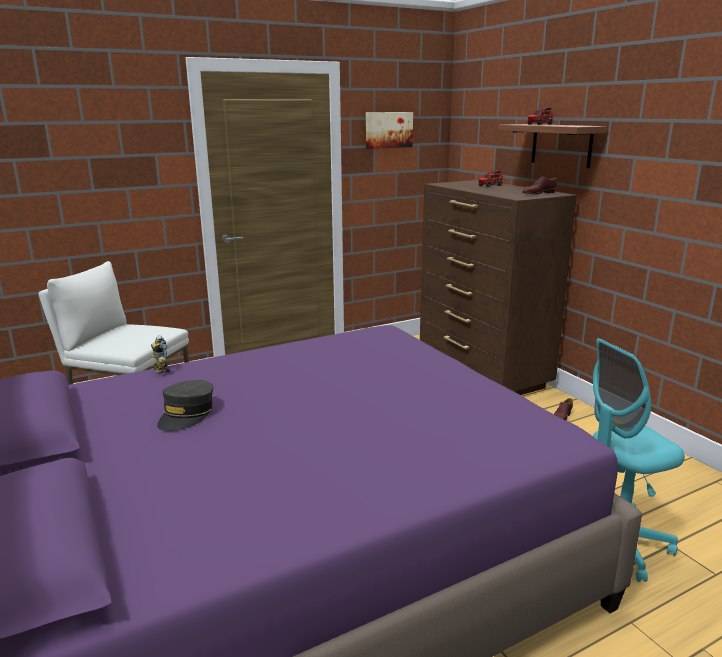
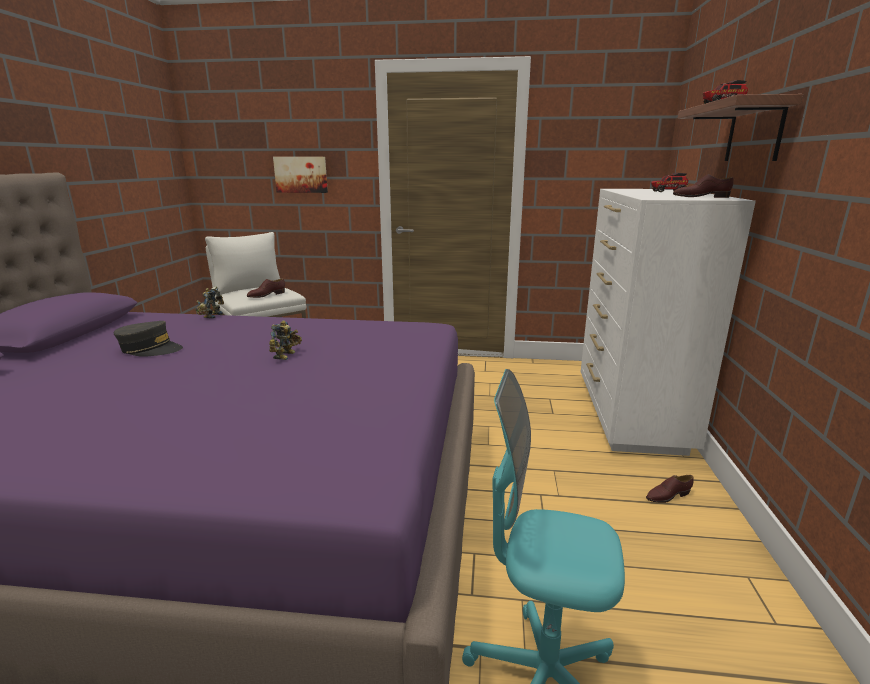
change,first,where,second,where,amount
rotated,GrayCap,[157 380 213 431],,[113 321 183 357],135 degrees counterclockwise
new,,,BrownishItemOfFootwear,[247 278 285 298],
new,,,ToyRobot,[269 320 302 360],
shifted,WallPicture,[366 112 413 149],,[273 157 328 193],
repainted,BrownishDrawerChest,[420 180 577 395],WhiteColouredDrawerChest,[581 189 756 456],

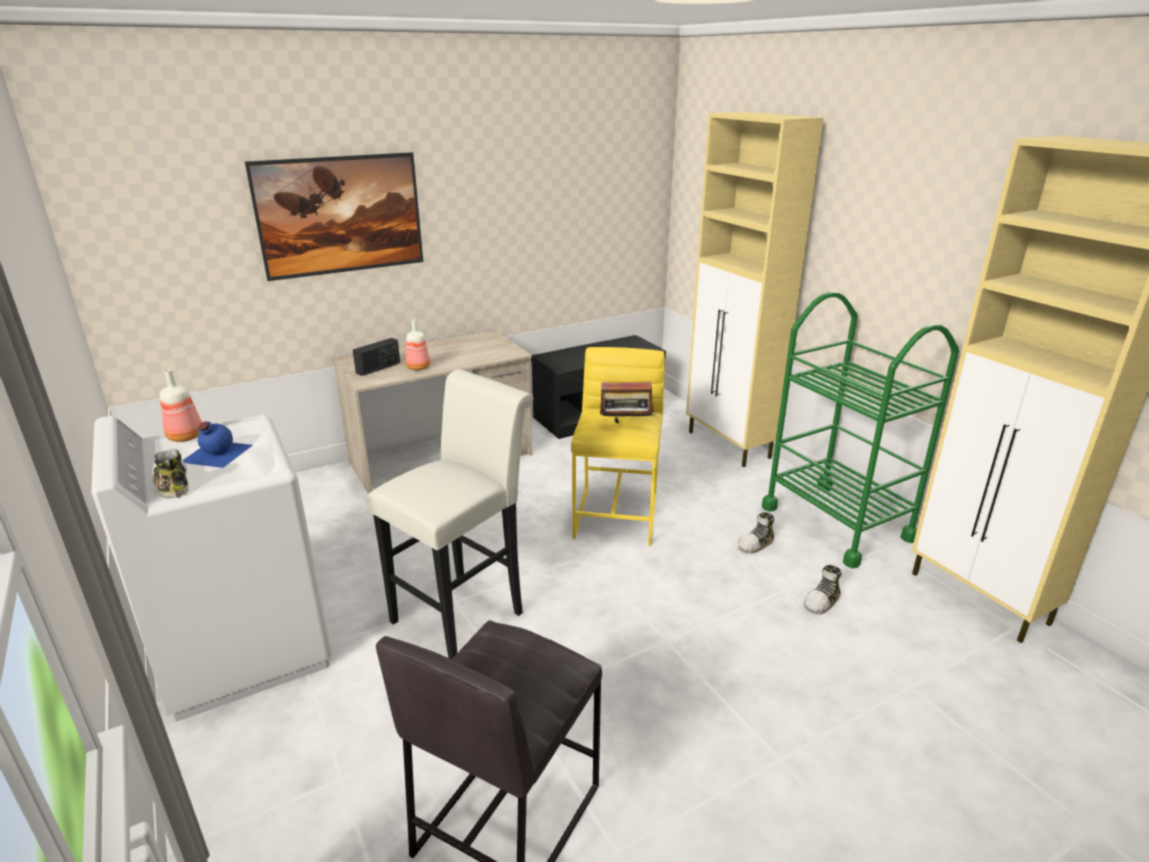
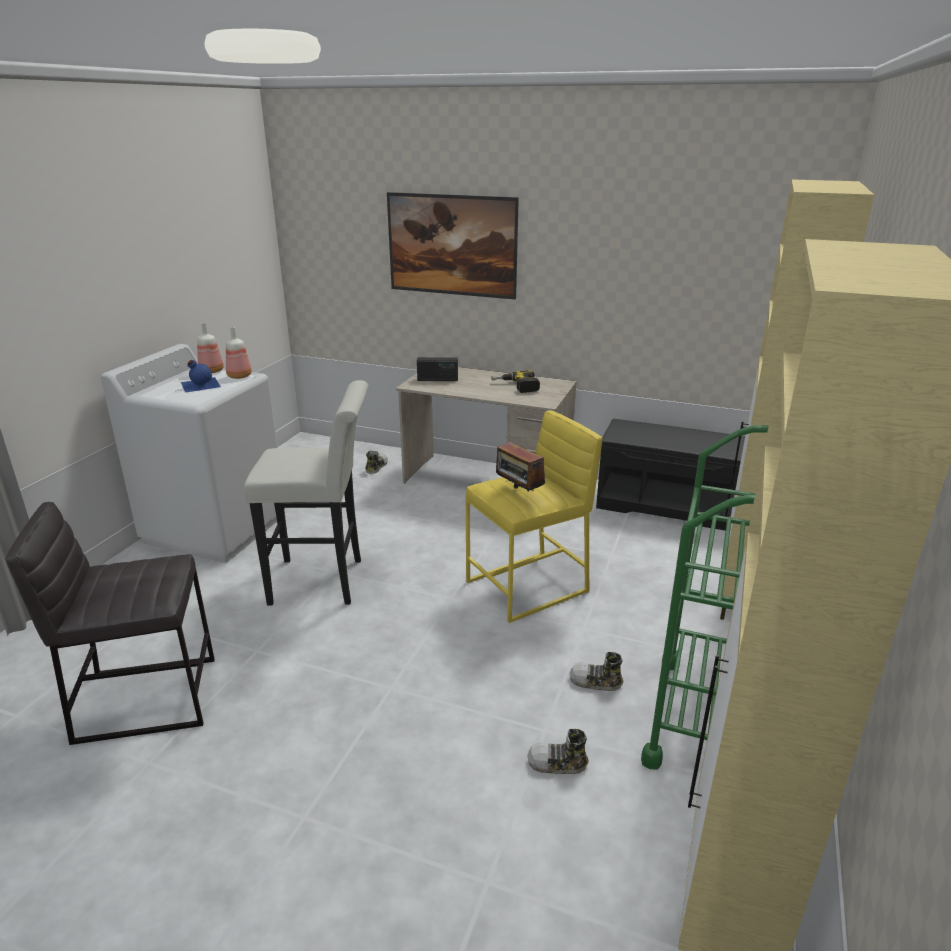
change,first,where,second,where,amount
shifted,BeverageBottle,[406 319 430 370],,[226 327 252 379],
shifted,ItemOfFootwear,[152 449 188 499],,[365 450 388 474],
new,,,ElectricDrill,[492 370 540 393],

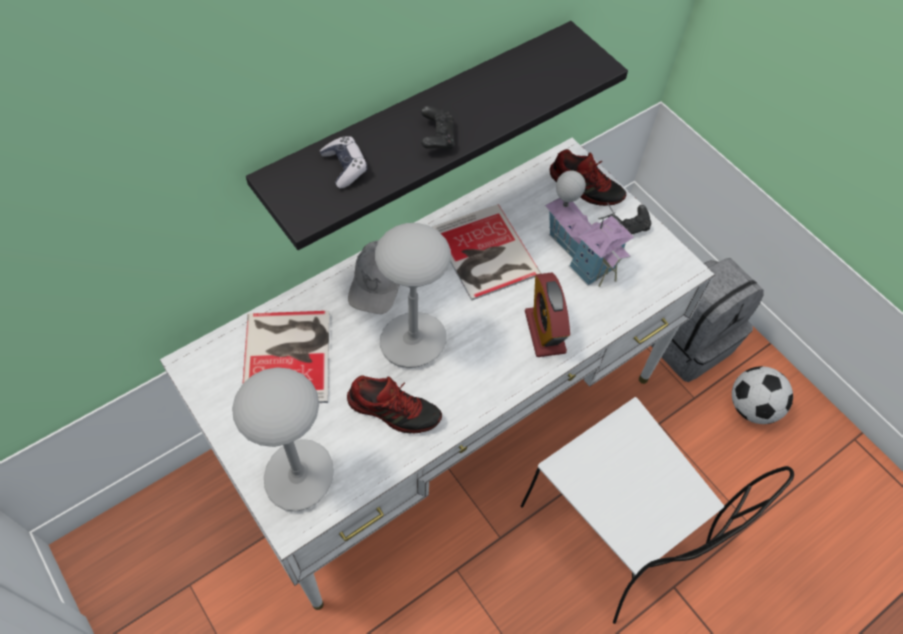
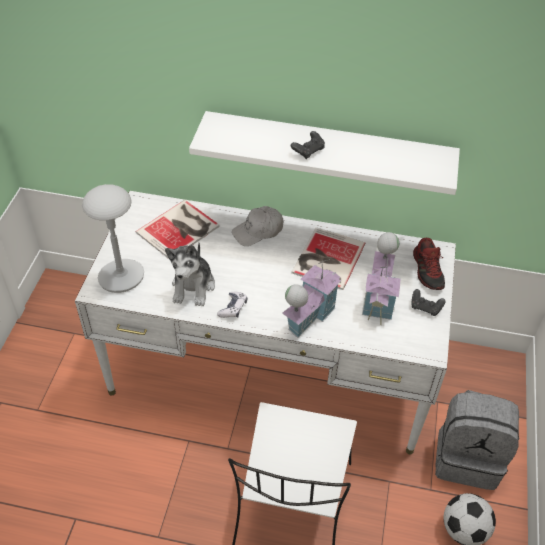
change,first,where,second,where,amount
swapped,ItemOfFootwear,[347 376 442 434],PlushToy,[165 243 215 306],
repainted,BlackColouredBracketShelf,[246 21 628 250],WhiteColouredBracketShelf,[189 111 460 195],
shifted,Joypad,[320 136 368 189],,[217 292 247 318],
swapped,AlarmClock,[525 273 570 357],MiniatureHouse,[282 259 341 338],
gone,GrayLampForATable,[375 223 451 368],,,

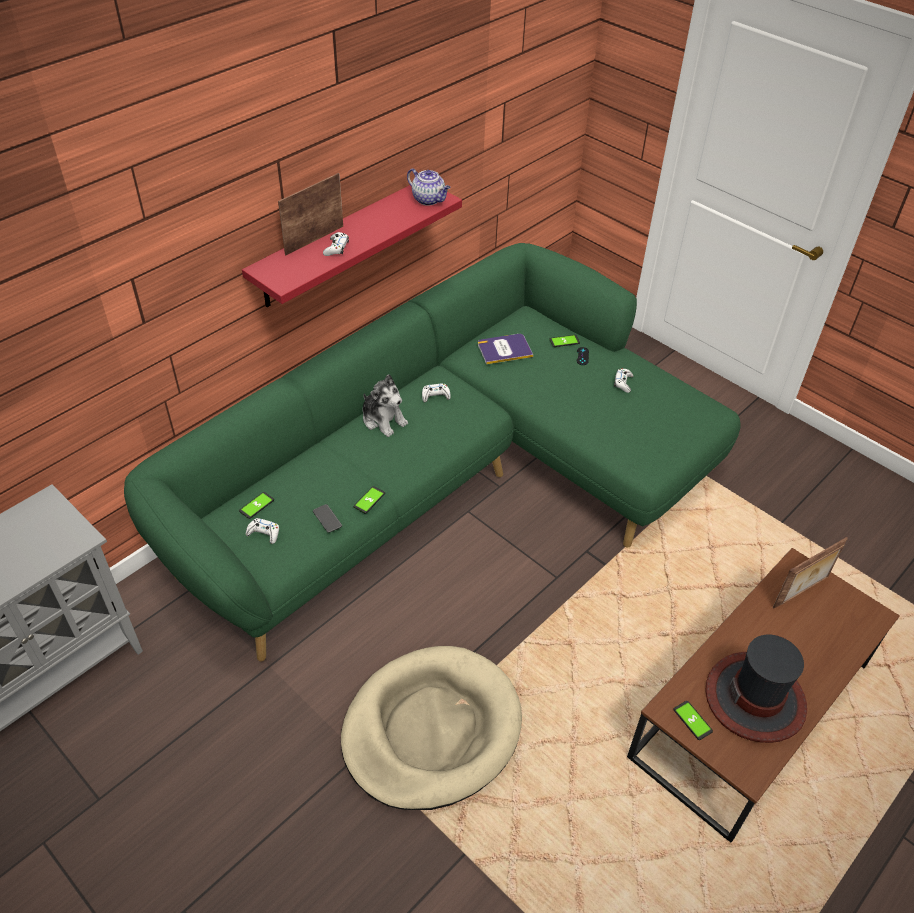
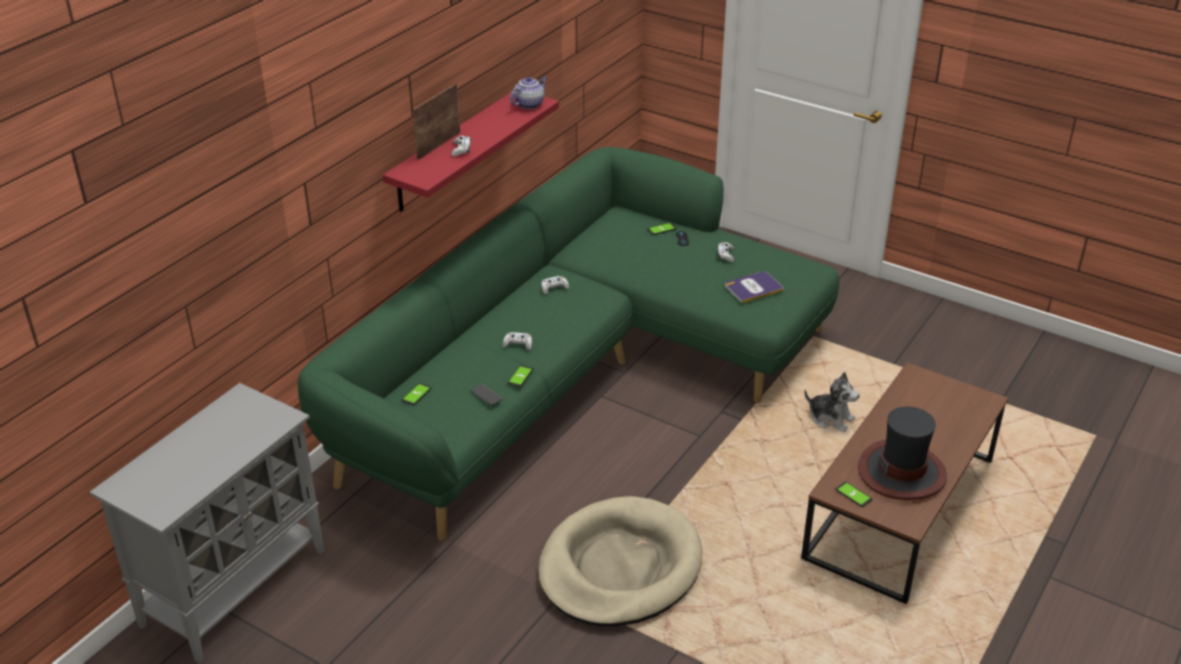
change,first,where,second,where,amount
shifted,WhiteColouredJoypad,[246 518 279 544],,[503 332 532 350],
rotated,PotForTea,[407 168 451 206],,[510 76 547 109],75 degrees counterclockwise
shifted,Book,[478 334 533 364],,[725 271 784 303],
shifted,PlushToy,[362 374 408 437],,[804 372 860 432],
gone,PictureFrame,[773 537 848 608],,,

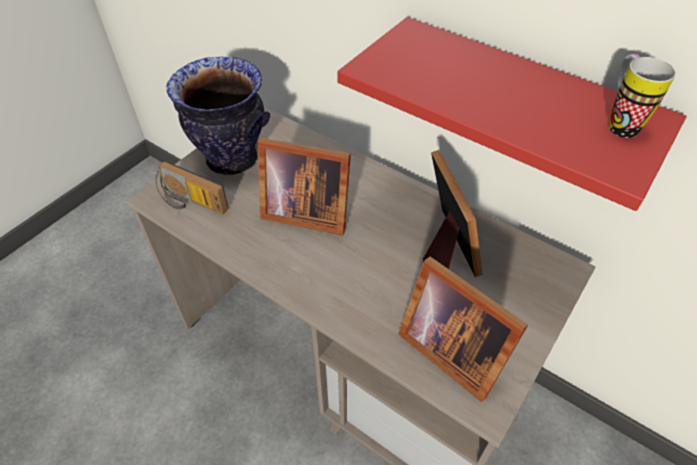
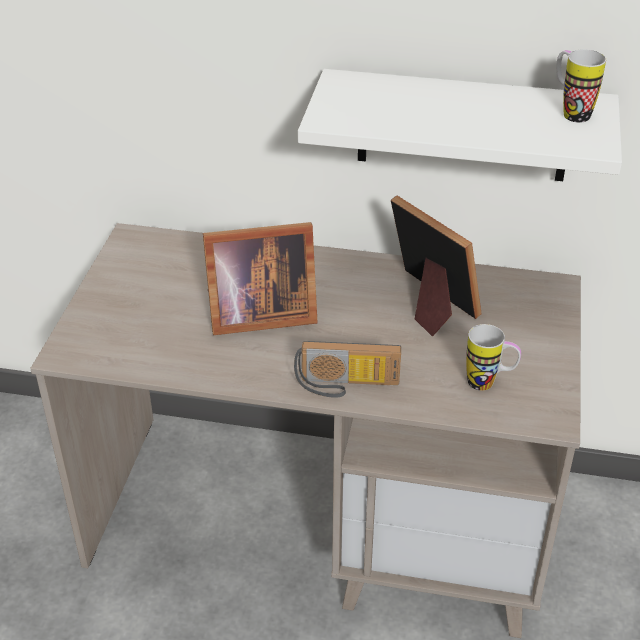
change,first,where,second,where,amount
shifted,RadioReceiver,[156 161 228 214],,[294 341 401 398],
repainted,RedBracketShelf,[337 17 687 211],WhiteColouredBracketShelf,[298 69 622 181],
swapped,PictureFrame,[398 257 528 402],TeaMug,[466 324 521 391],
gone,Vase,[166 57 270 175],,,

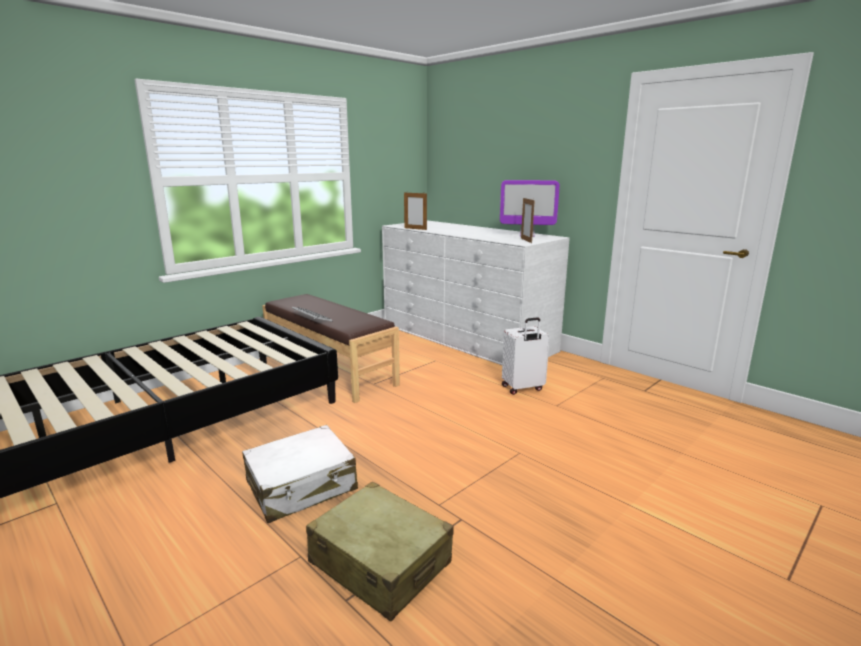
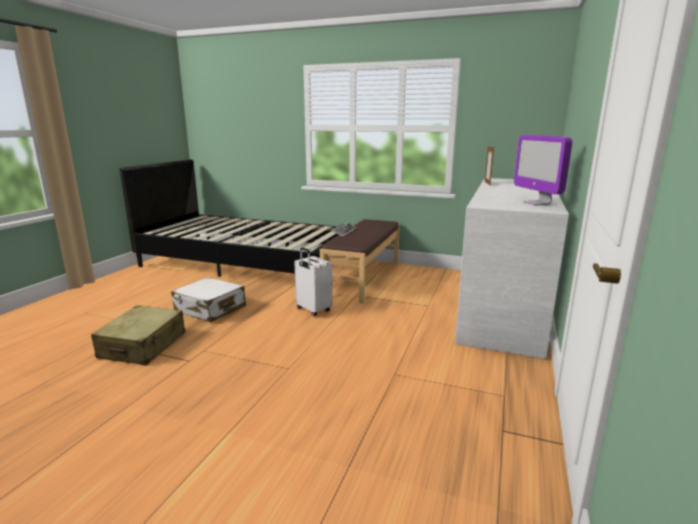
change,first,where,second,where,amount
shifted,WhiteColouredPieceOfLuggage,[502 317 550 395],,[294 247 333 316],
gone,PictureFrame,[521 198 535 243],,,

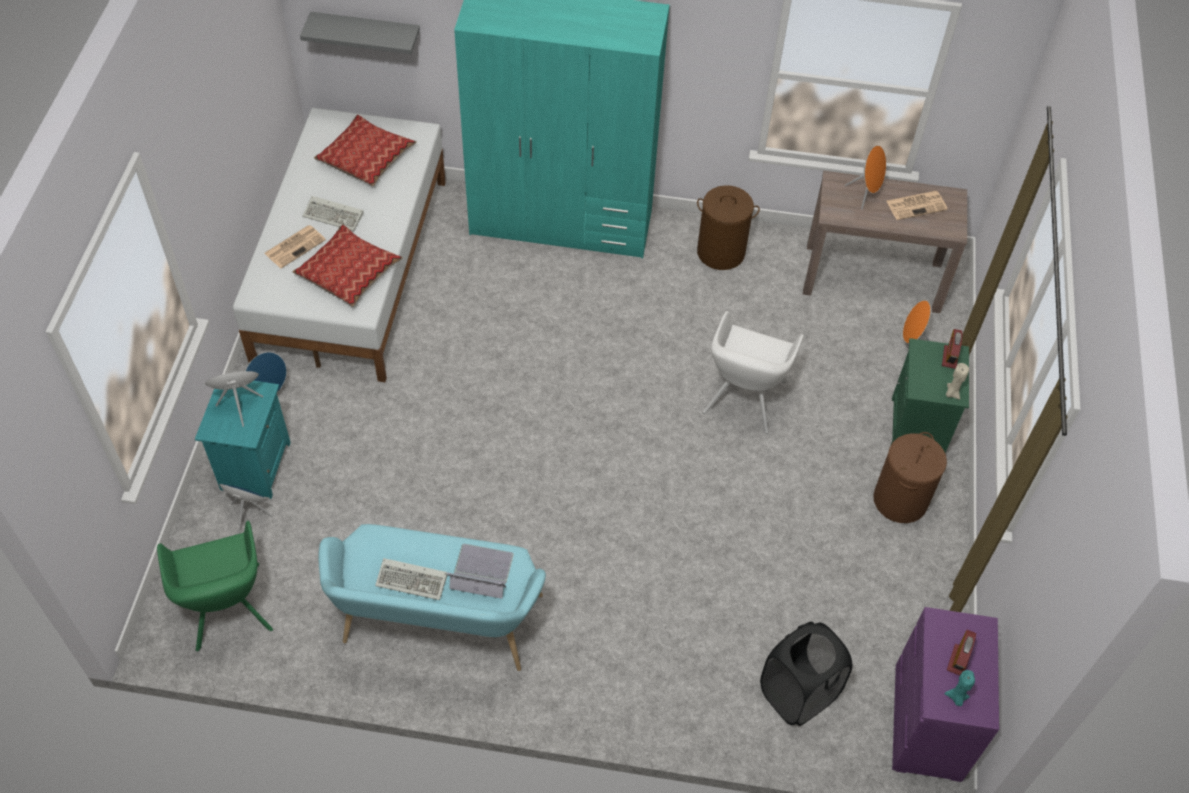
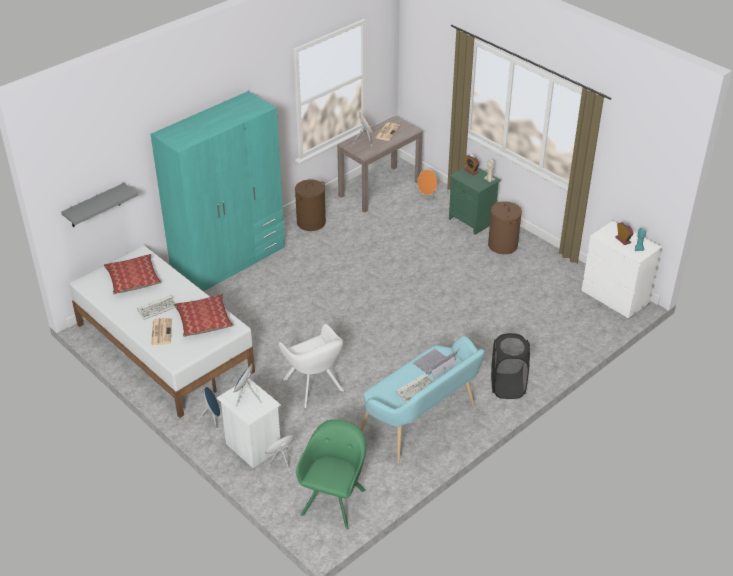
change,first,where,second,where,amount
repainted,BlueGreenNightTable,[195 381 291 499],WhiteColouredNightTable,[217 379 281 468],
shifted,WhiteColouredArmchair,[703 311 804 434],,[278 324 344 408],
rotated,GreenishArmchair,[157 521 273 652],,[296 419 366 529],90 degrees counterclockwise
shifted,BlackColouredWashingBasket,[760 622 852 726],,[491 333 530 399],
repainted,PurpleColouredDrawerChest,[892 607 999 782],WhiteColouredDrawerChest,[581 221 662 319],

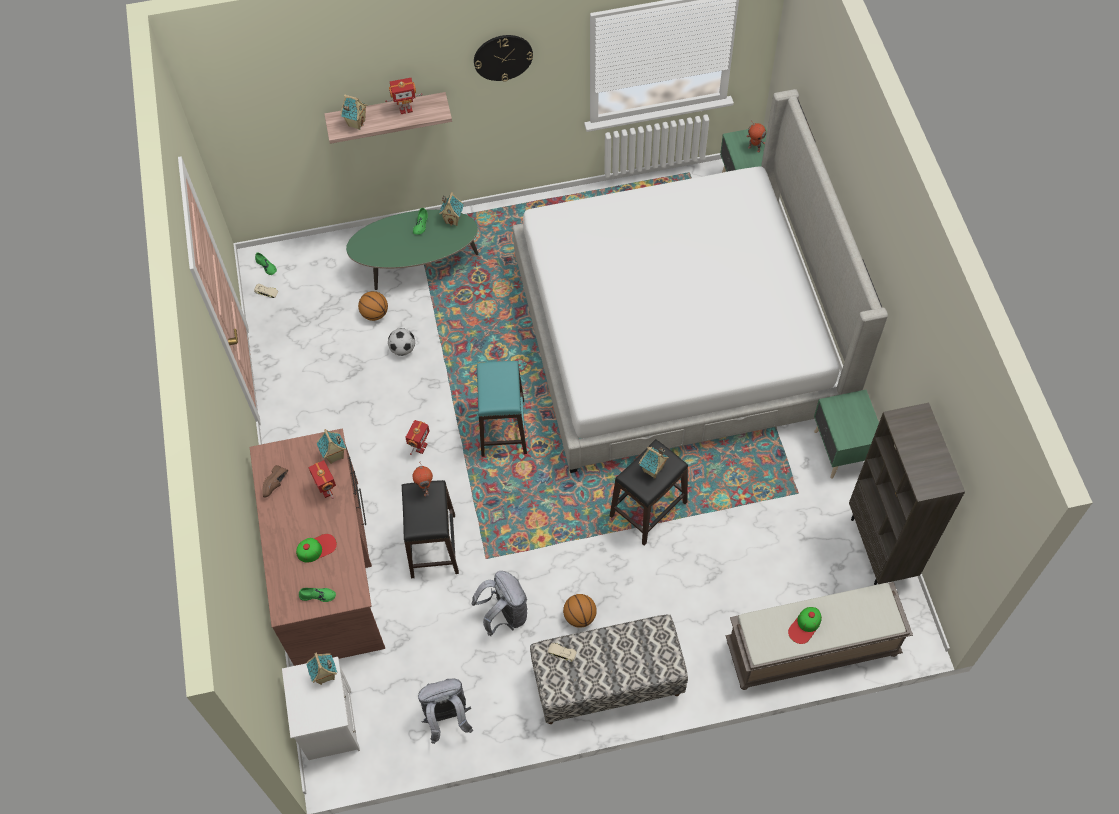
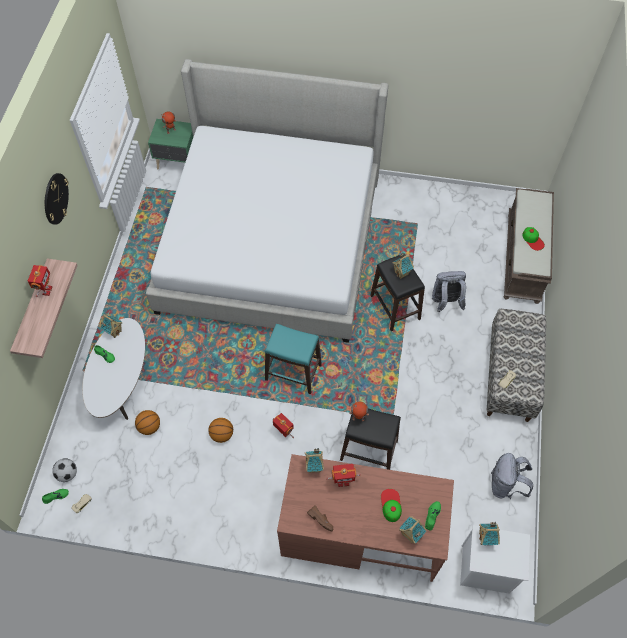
change,first,where,second,where,amount
shifted,BallForFootball,[388 328 415 356],,[52 458 77 482],
repainted,GreenishLoungeTable,[346 210 478 290],WhiteColouredLoungeTable,[82 318 145 420],
shifted,BasketballBall,[563 594 597 628],,[208 418 233 443],
shifted,MiniatureHouse,[340 94 367 130],,[399 516 426 544],
shifted,GrayRucksack,[472 571 528 636],,[432 271 466 312],
gone,GreenishNightTable,[814 390 879 479],,,
gone,BrownishBookcase,[849 403 965 585],,,

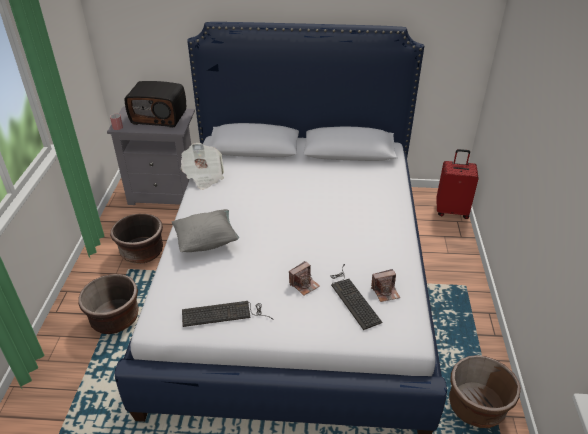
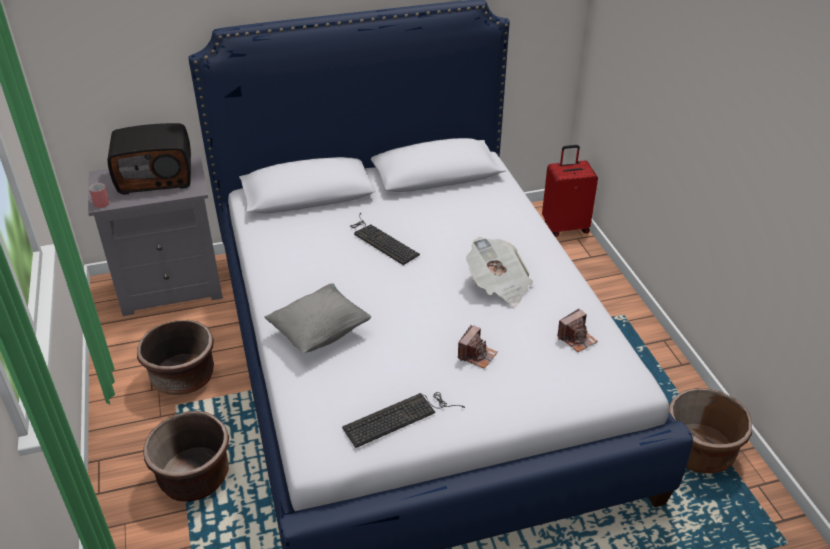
change,first,where,second,where,amount
shifted,PcKeyboard,[330 264 382 330],,[350 213 420 265],
shifted,Newspaper,[180 143 224 190],,[466 237 533 306],

